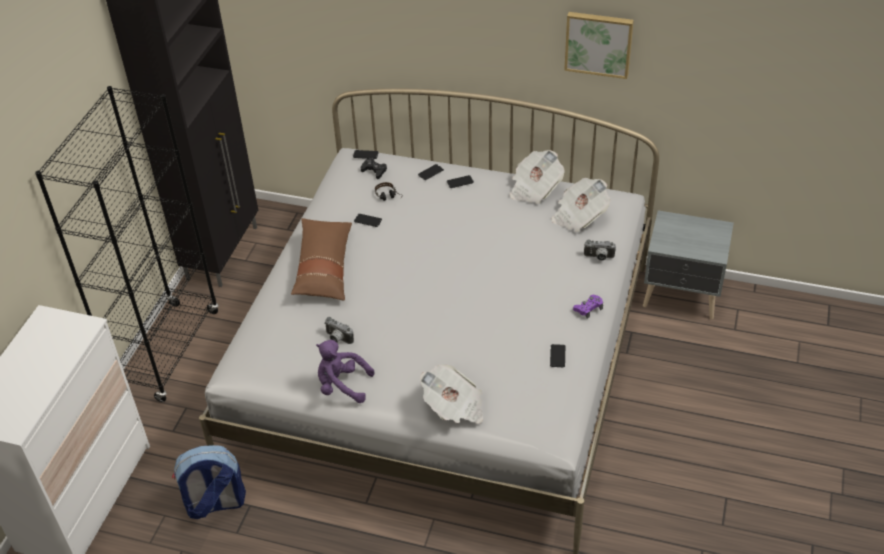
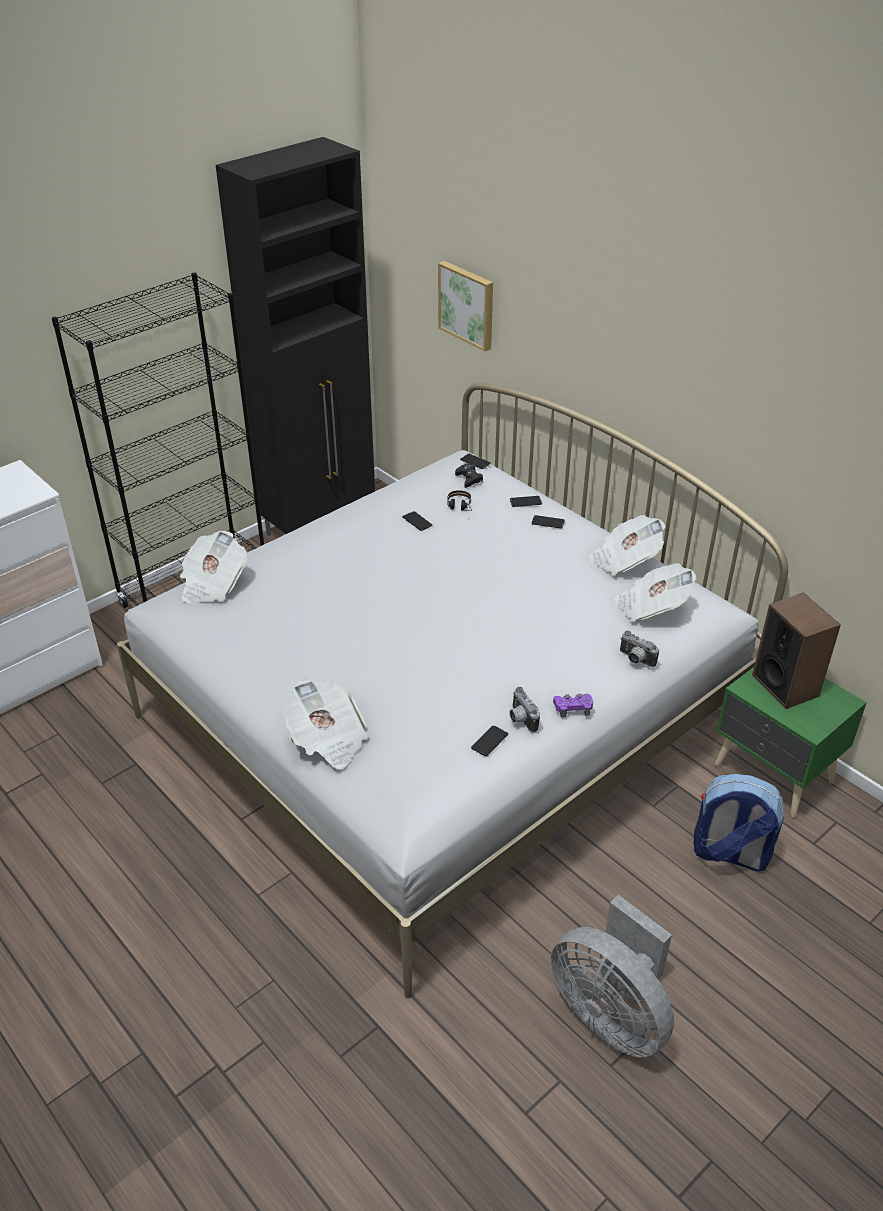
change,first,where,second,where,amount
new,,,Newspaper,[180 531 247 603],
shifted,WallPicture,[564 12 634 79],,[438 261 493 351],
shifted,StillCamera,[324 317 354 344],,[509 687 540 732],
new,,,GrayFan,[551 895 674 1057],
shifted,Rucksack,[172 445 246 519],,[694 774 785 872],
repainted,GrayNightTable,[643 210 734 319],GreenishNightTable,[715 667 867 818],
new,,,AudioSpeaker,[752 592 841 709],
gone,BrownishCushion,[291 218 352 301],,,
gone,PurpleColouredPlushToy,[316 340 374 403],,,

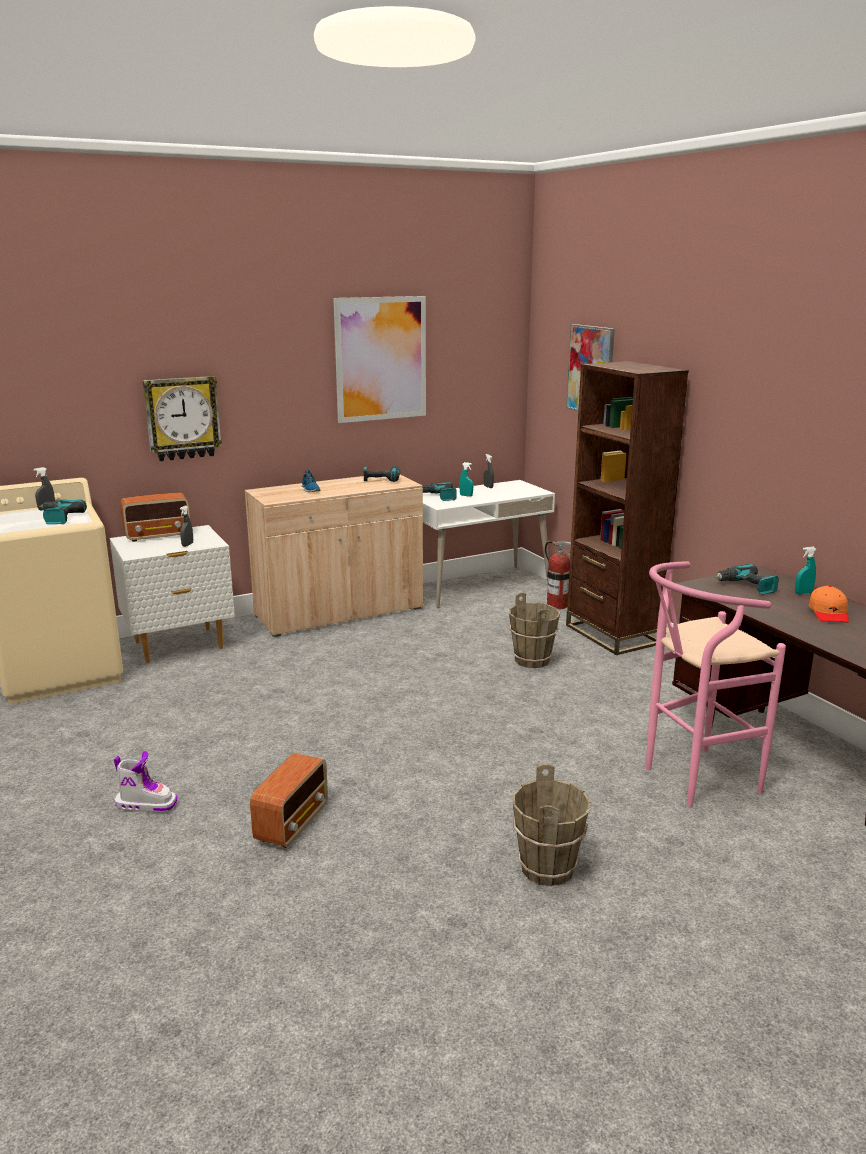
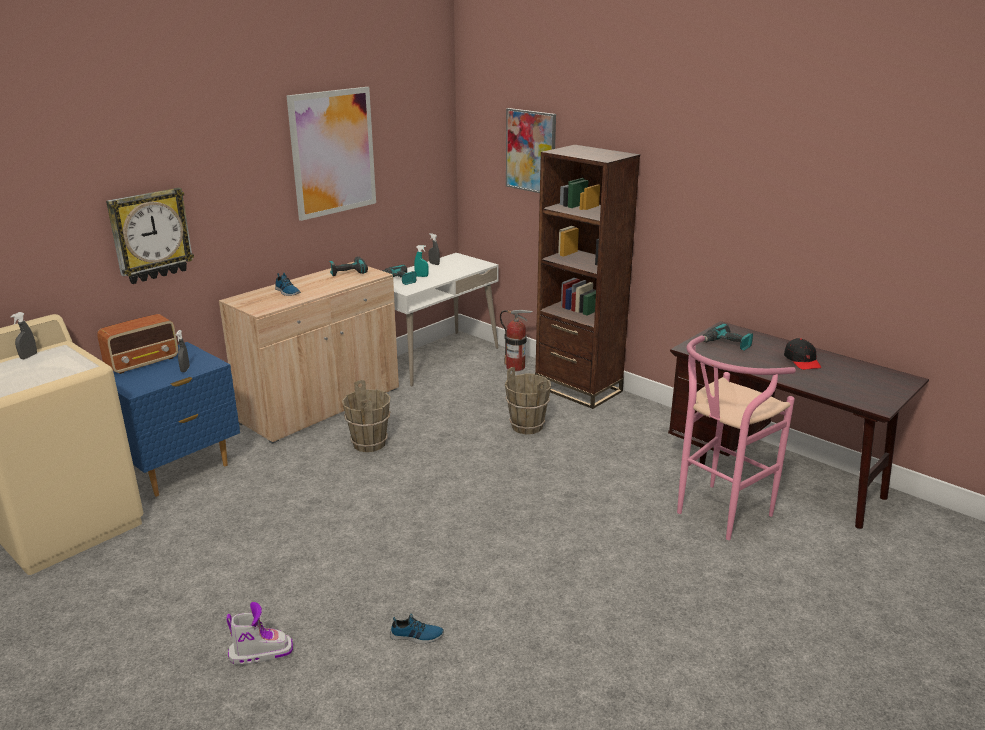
change,first,where,second,where,amount
repainted,WhiteColouredNightTable,[110 525 235 663],BlueNightTable,[113 342 240 497],
shifted,BrownishWaterBucket,[513 764 591 886],,[342 380 391 452],
swapped,RadioReceiver,[250 753 328 848],ItemOfFootwear,[390 614 444 644],
repainted,OrangeyCap,[809 586 849 623],BlackColouredCap,[784 338 821 370],
gone,ElectricDrill,[39 500 87 524],,,
gone,BlueGreenSprayer,[795 547 817 594],,,

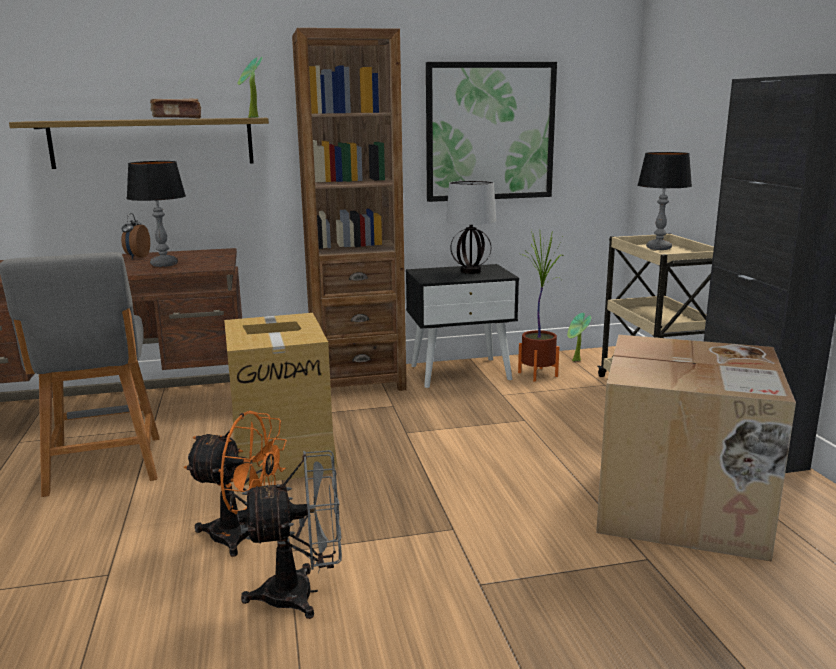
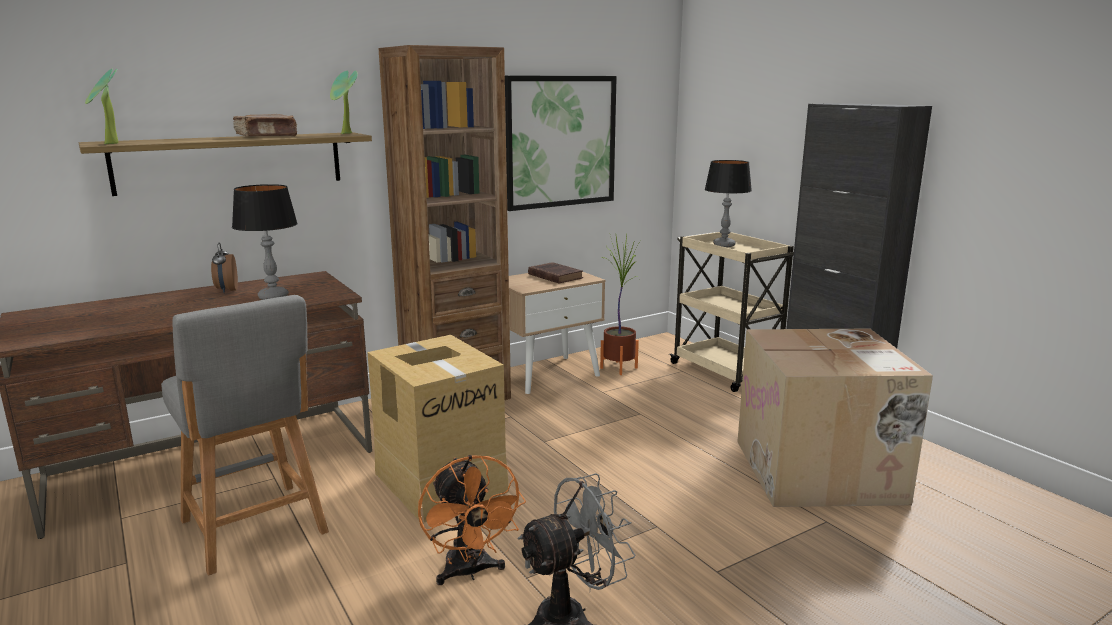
change,first,where,second,where,amount
shifted,PlantInAPot,[567 313 591 361],,[85 69 119 144],
rotated,OrangeyFan,[184 411 287 557],,[418 455 526 585],75 degrees clockwise
repainted,BlackColouredNightTable,[406 264 519 388],BeigeColouredNightTable,[509 272 605 394],
swapped,LampForATable,[446 180 496 274],BrownishBook,[528 262 583 284],

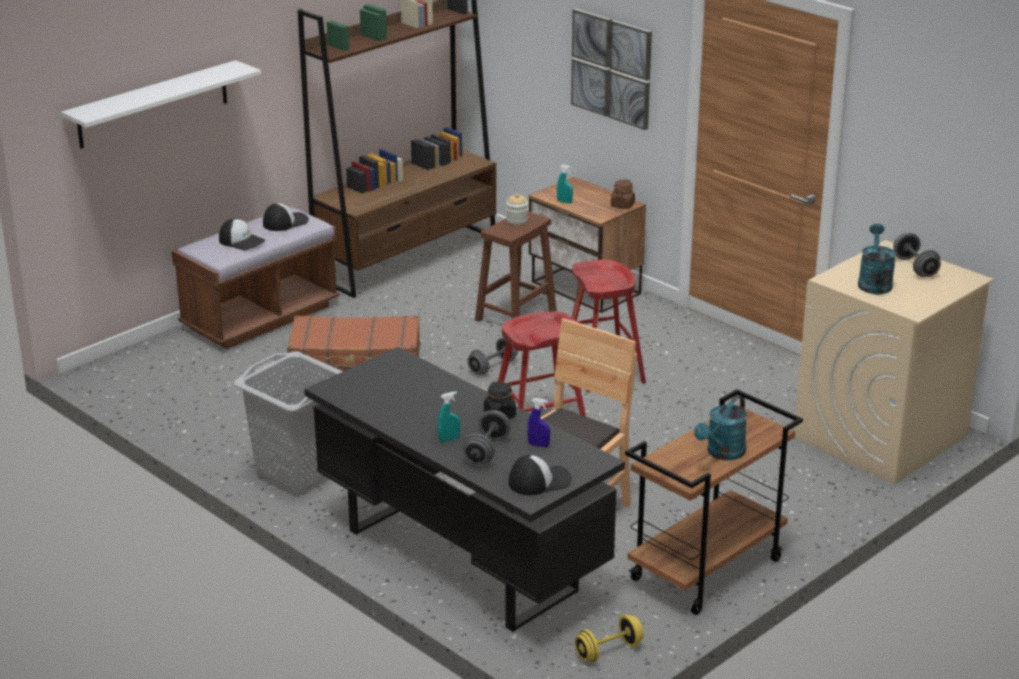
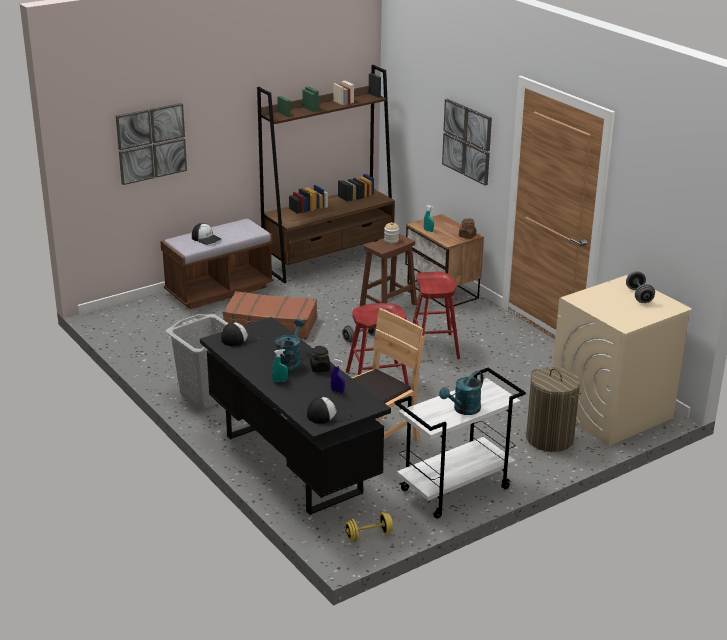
change,first,where,second,where,amount
swapped,WhiteColouredBracketShelf,[61 60 261 149],WallPicture,[116 103 187 185],
shifted,Cap,[263 203 309 231],,[221 322 260 346],
shifted,BlueGreenWateringCan,[858 224 896 294],,[275 319 305 372],
repainted,BrownishWheeledCart,[625 389 803 615],WhiteColouredWheeledCart,[395 368 526 519],
new,,,WashingBasket,[526 367 581 452],
gone,GrayFreeWeight,[462 410 510 465],,,

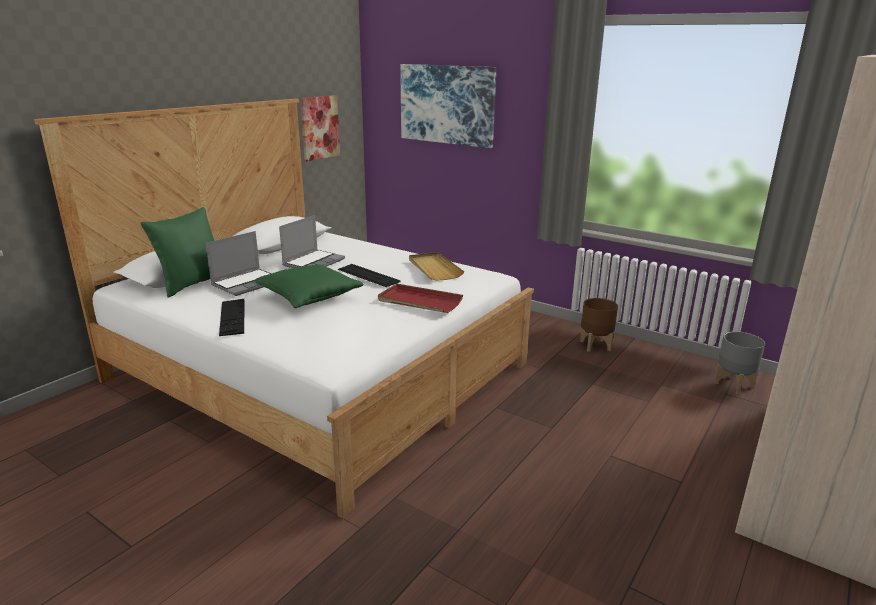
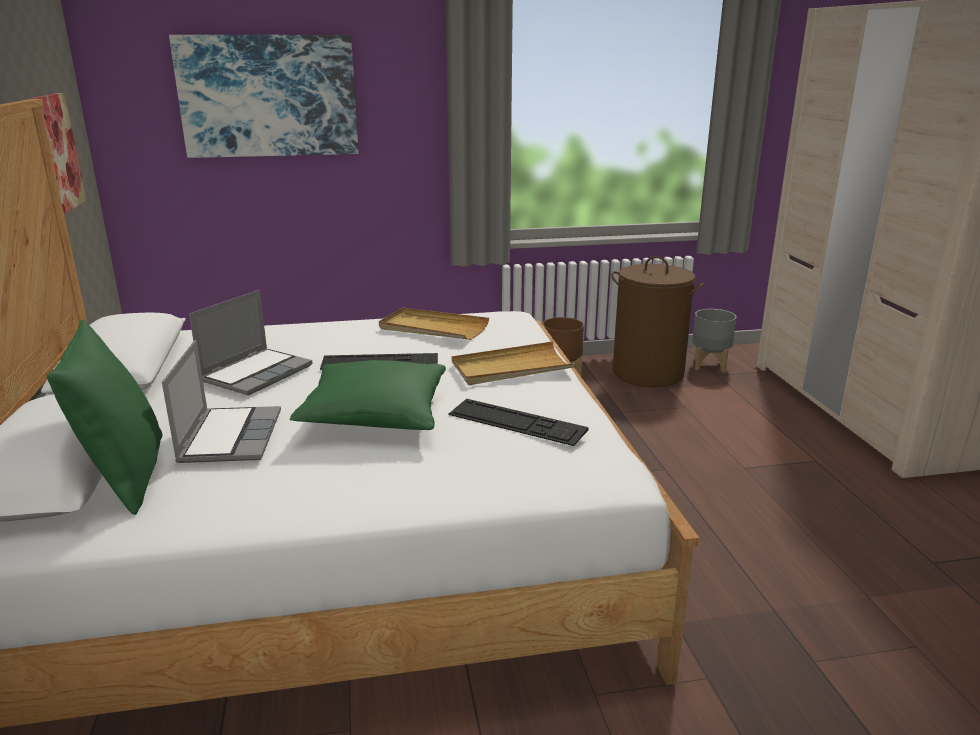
change,first,where,second,where,amount
rotated,Laptop,[279 215 345 268],,[189 290 312 395],45 degrees clockwise
shifted,PcKeyboard,[219 299 244 336],,[448 399 589 446],
repainted,RedTray,[378 284 463 313],BeigeColouredTray,[452 341 576 385],
new,,,BrownishWashingBasket,[612 256 704 388],

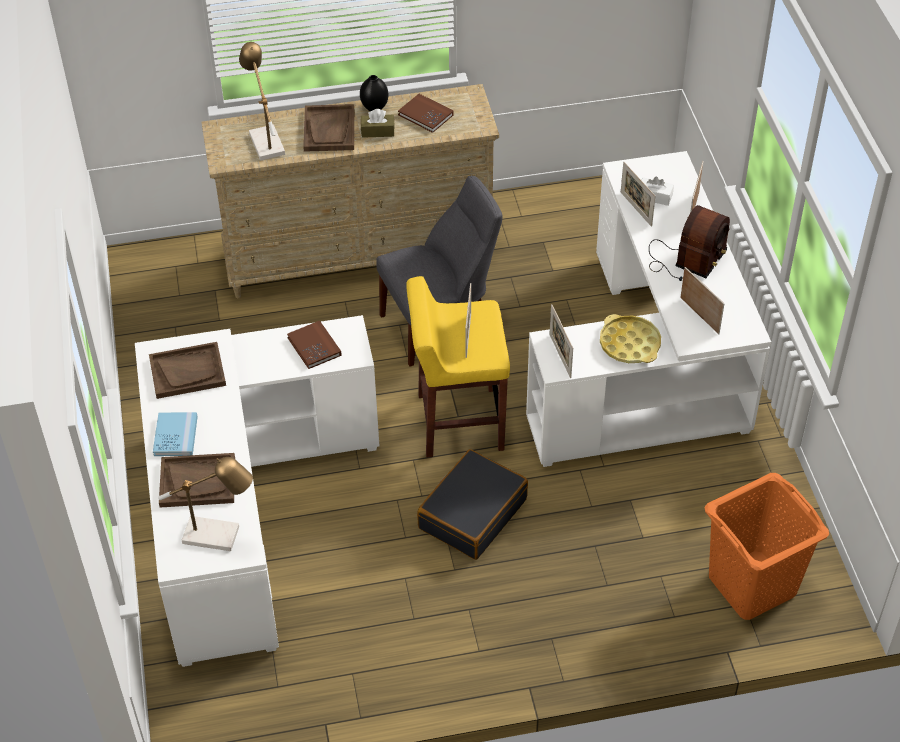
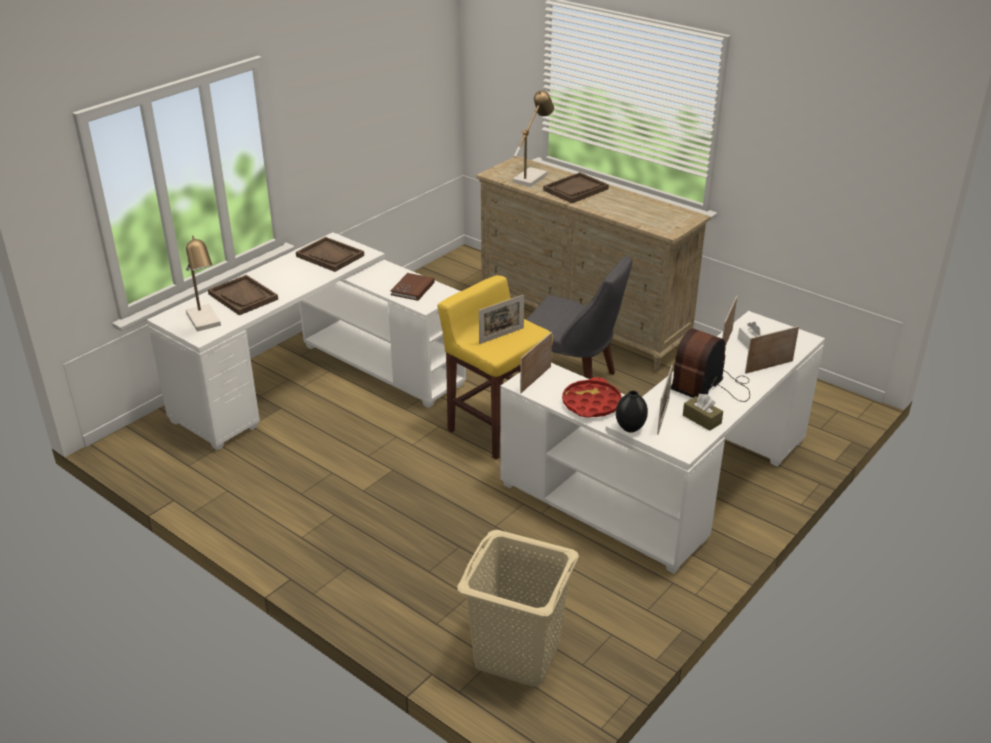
change,first,where,second,where,amount
repainted,OrangeyWashingBasket,[704 473 829 620],BeigeColouredWashingBasket,[457 530 579 687],
repainted,YellowColouredTray,[600 314 661 363],RedTray,[562 377 622 418],
shifted,BlackColouredVase,[360 75 388 111],,[616 391 648 433],
rotated,RadioReceiver,[649 205 730 281],,[670 328 750 402],135 degrees clockwise
shifted,BrownishTissueHolder,[361 109 395 138],,[683 394 723 431],
gone,BlueBook,[153 412 198 456],,,
gone,BrownishBook,[398 94 454 133],,,
gone,BlackColouredPieceOfLuggage,[417 449 528 560],,,

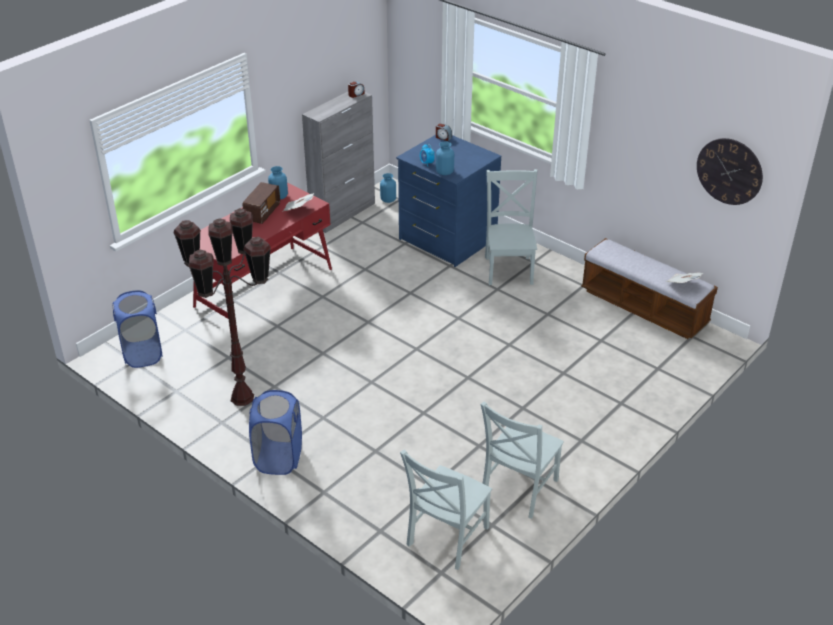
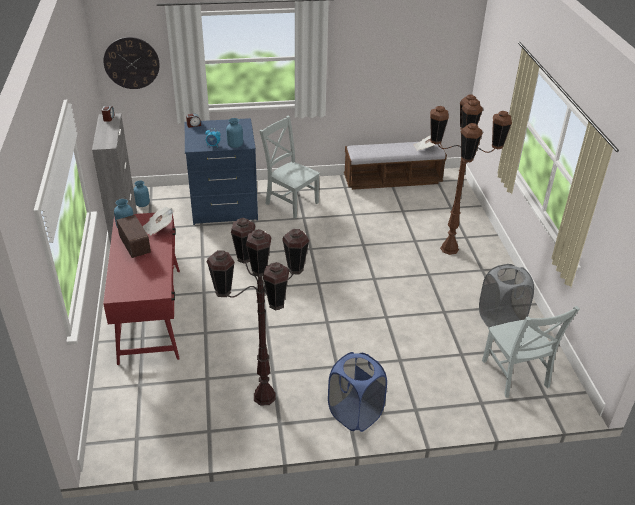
change,first,where,second,where,amount
shifted,HangingClock,[697 138 763 205],,[103 37 160 89],
new,,,BrownishStandingLamp,[430 94 512 255],
swapped,GrayPlainChair,[481 402 564 519],GrayWashingBasket,[479 264 534 328],
gone,BlueWashingBasket,[113 290 163 368],,,

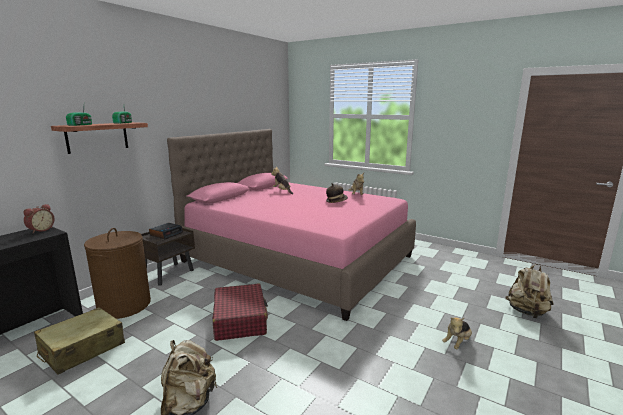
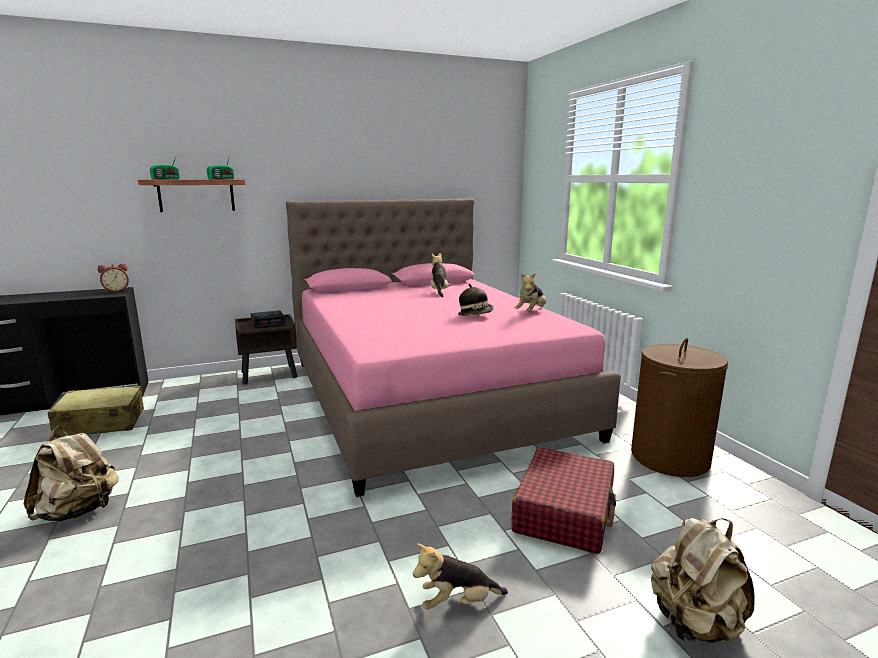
change,first,where,second,where,amount
shifted,RedPieceOfLuggage,[213 284 268 341],,[511 447 616 554],
shifted,BrownishWashingBasket,[84 228 151 319],,[631 338 728 477],

